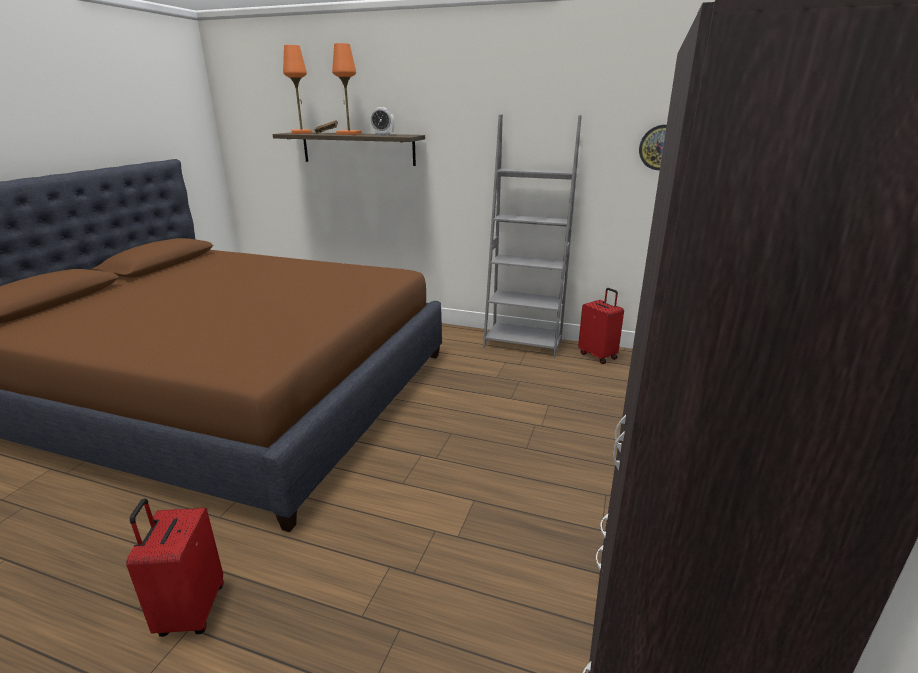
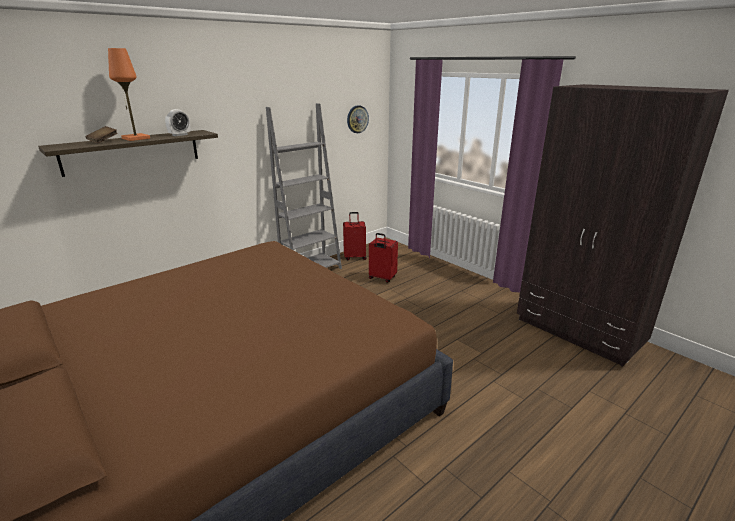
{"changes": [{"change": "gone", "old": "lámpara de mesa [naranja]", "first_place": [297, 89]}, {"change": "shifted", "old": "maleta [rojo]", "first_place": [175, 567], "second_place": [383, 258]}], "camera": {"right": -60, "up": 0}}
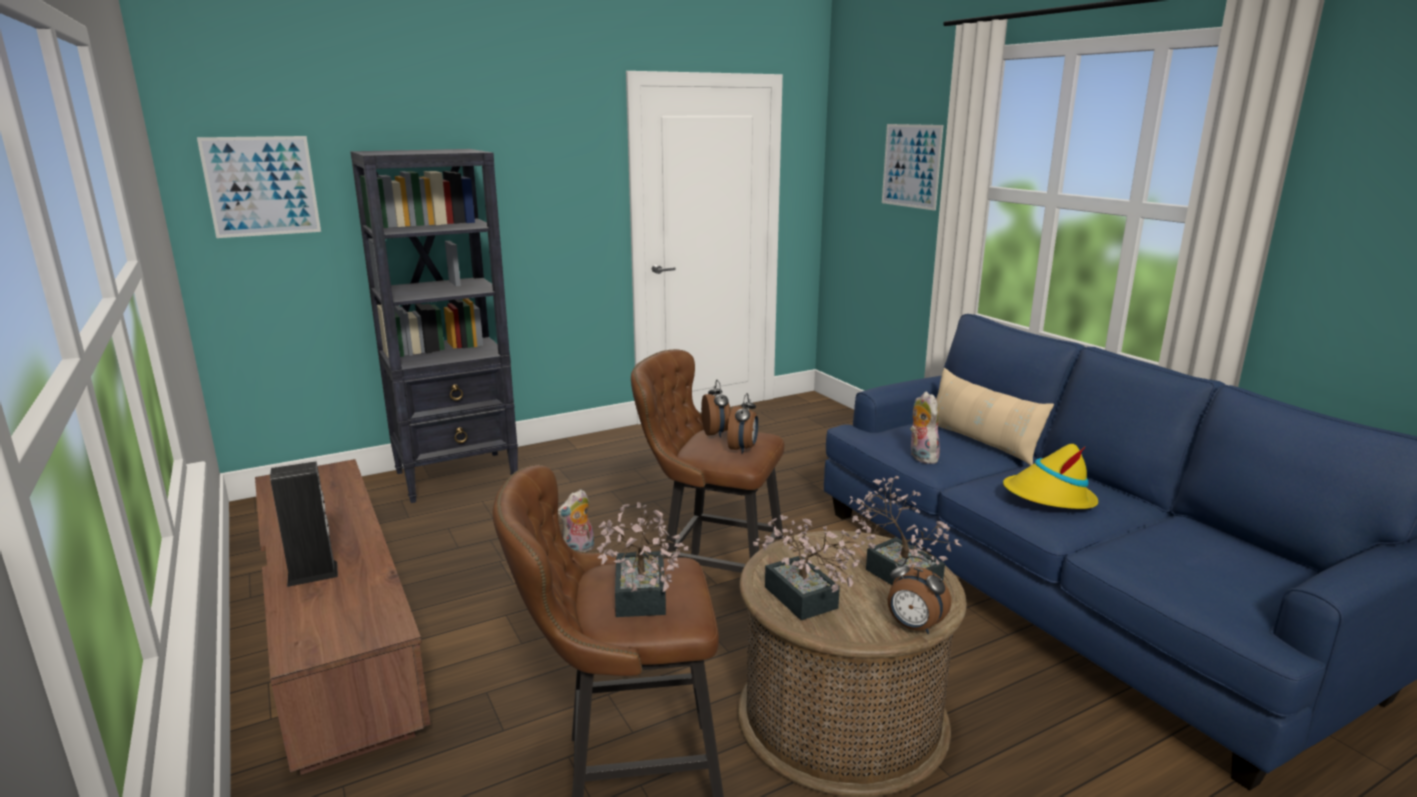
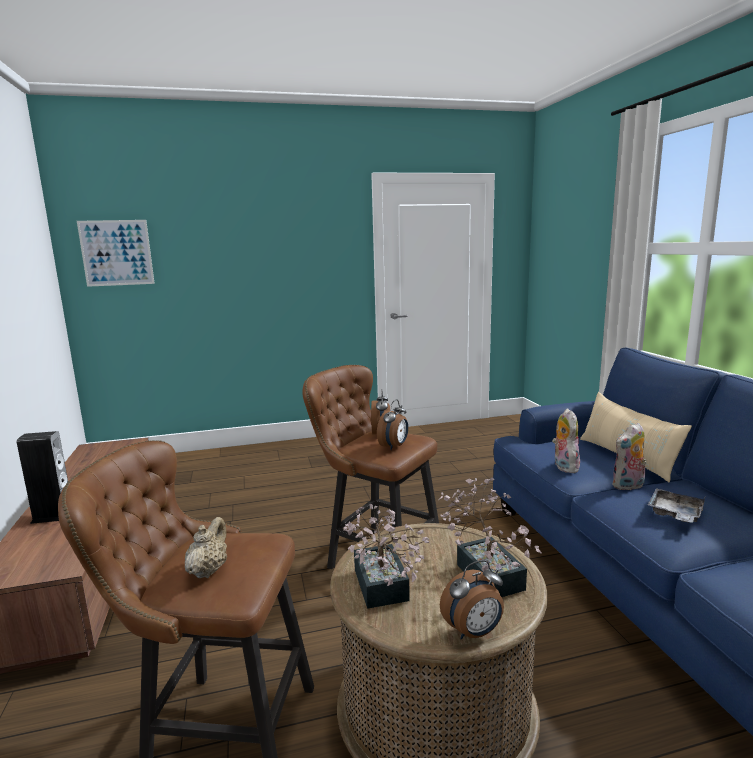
{"changes": [{"change": "gone", "old": "estantería [negro]", "first_place": [434, 326]}, {"change": "gone", "old": "cuadro", "first_place": [912, 167]}, {"change": "shifted", "old": "peluche", "first_place": [576, 520], "second_place": [629, 456]}, {"change": "swapped", "old": "planta en maceta", "new": "tetera [beis]", "first_place": [643, 559], "second_place": [206, 547]}, {"change": "swapped", "old": "sombrero [amarillo]", "new": "bandeja [gris]", "first_place": [1050, 476], "second_place": [676, 505]}, {"change": "rotated", "old": "despertador", "first_place": [919, 595], "second_place": [472, 600], "degrees": -75}], "camera": {"right": 15, "up": -5}}
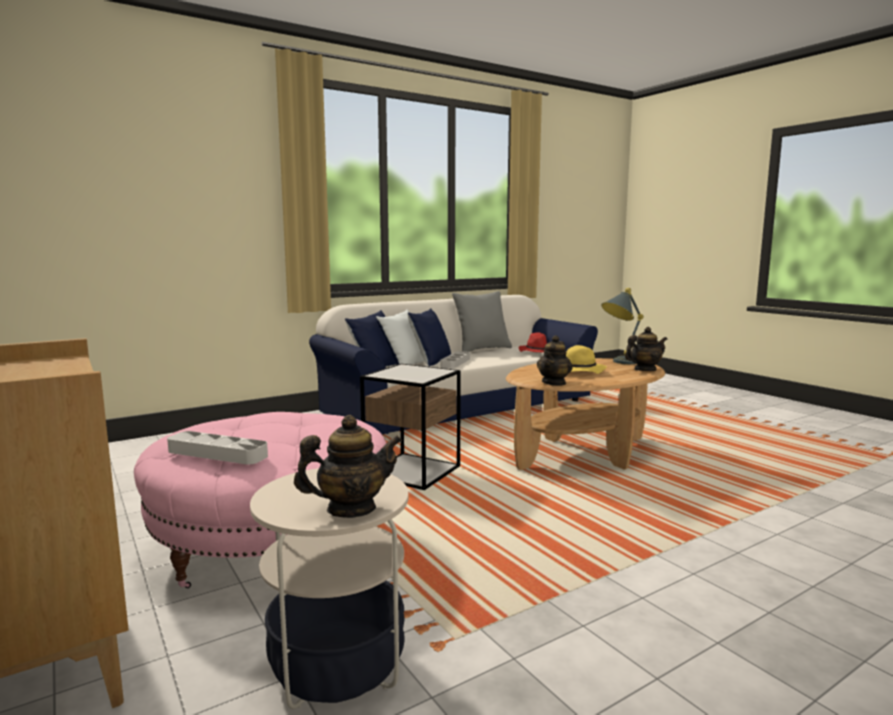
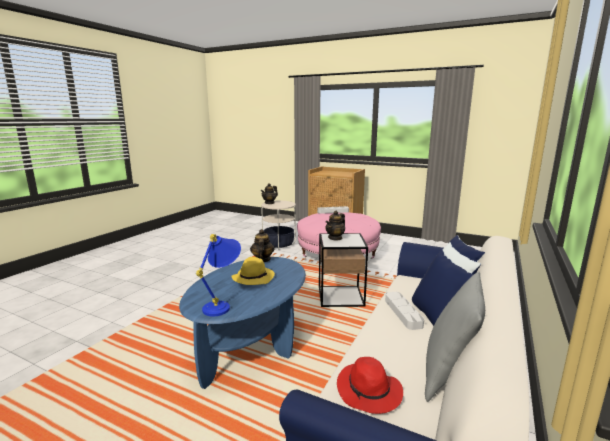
{"changes": [{"change": "shifted", "old": "tetera", "first_place": [646, 349], "second_place": [335, 226]}, {"change": "repainted", "old": "mesa de centro [marrón]", "new": "mesa de centro [azul]", "first_place": [585, 414], "second_place": [242, 323]}, {"change": "repainted", "old": "lámpara de mesa [gris]", "new": "lámpara de mesa [azul]", "first_place": [622, 326], "second_place": [218, 275]}], "camera": {"right": 150, "up": 5}}
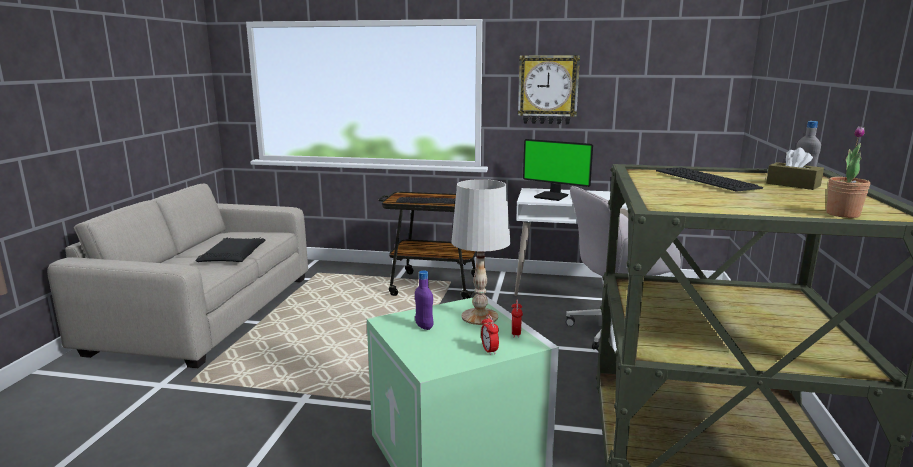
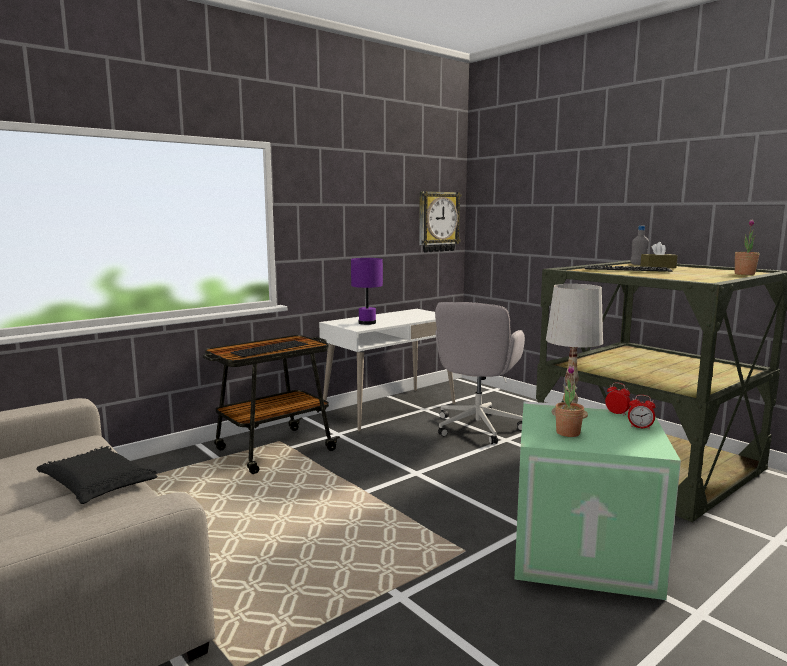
{"changes": [{"change": "shifted", "old": "reloj de pared", "first_place": [549, 89], "second_place": [440, 222]}, {"change": "swapped", "old": "botella [morado]", "new": "planta en maceta", "first_place": [424, 300], "second_place": [569, 401]}, {"change": "swapped", "old": "monitor", "new": "lámpara de mesa [morado]", "first_place": [558, 170], "second_place": [367, 291]}], "camera": {"right": -50, "up": -5}}
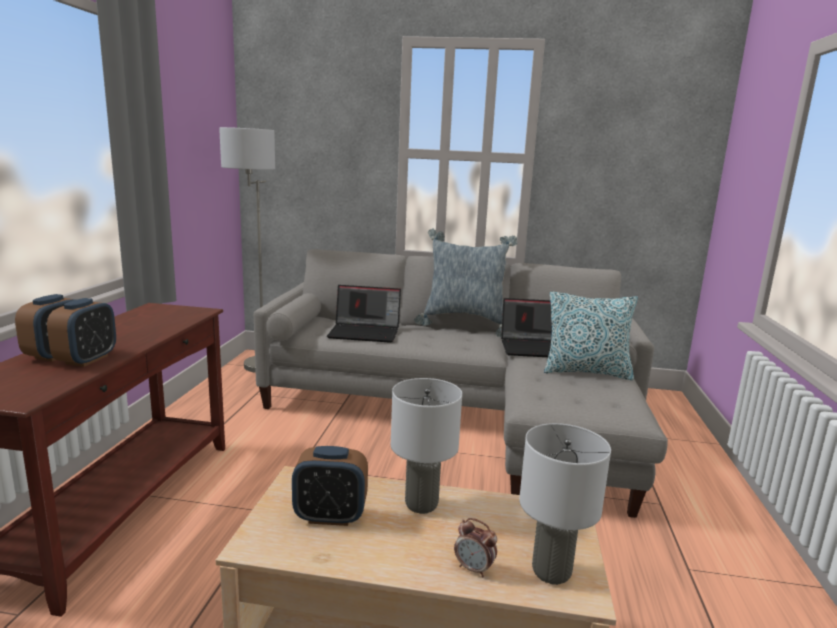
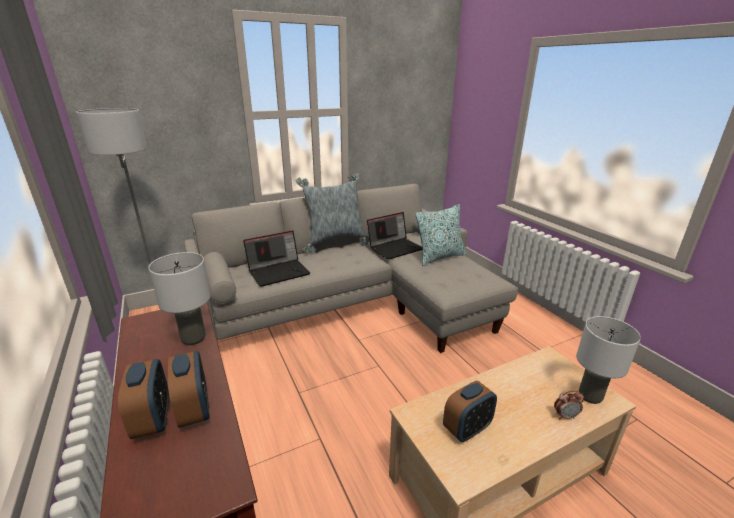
{"changes": [{"change": "shifted", "old": "lámpara de mesa [blanco]", "first_place": [426, 446], "second_place": [180, 298]}], "camera": {"right": -35, "up": 10}}
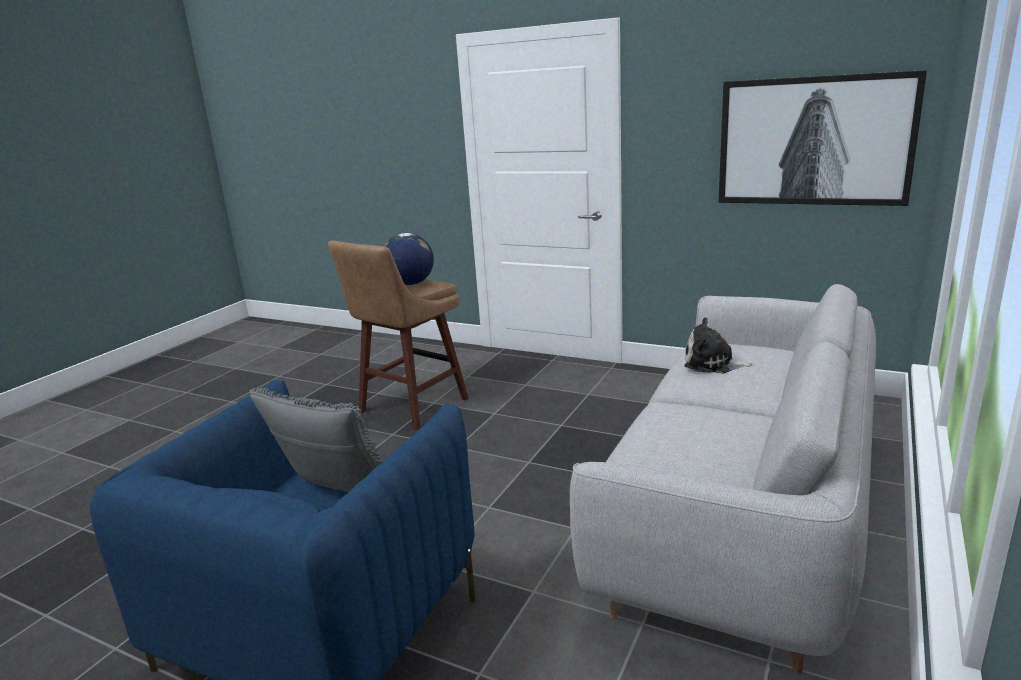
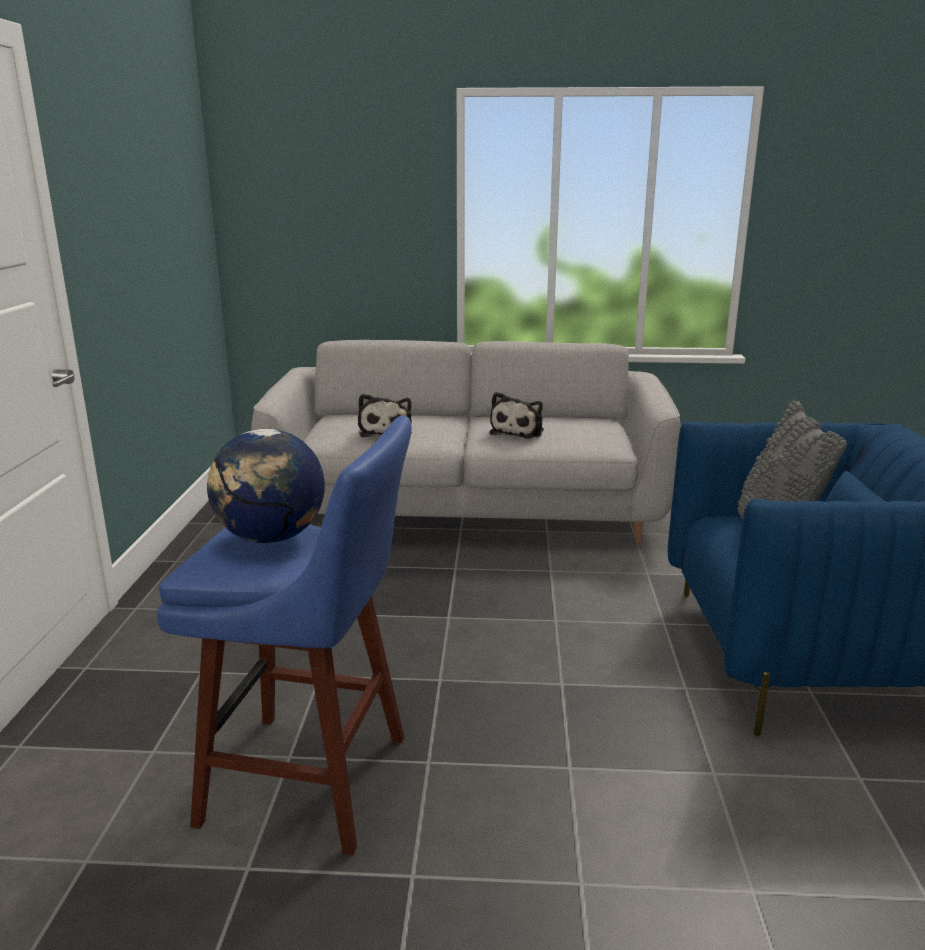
{"changes": [{"change": "gone", "old": "cuadro", "first_place": [822, 138]}, {"change": "new", "new": "peluche", "second_place": [516, 415]}, {"change": "repainted", "old": "taburete [marrón]", "new": "taburete [azul]", "first_place": [398, 335], "second_place": [284, 635]}], "camera": {"right": -115, "up": 0}}
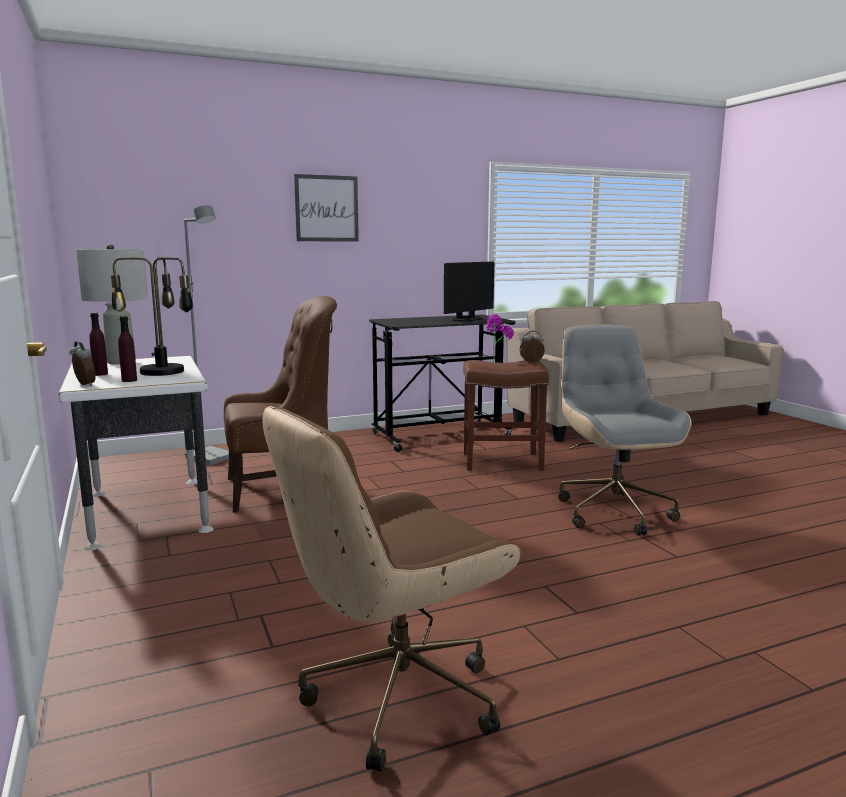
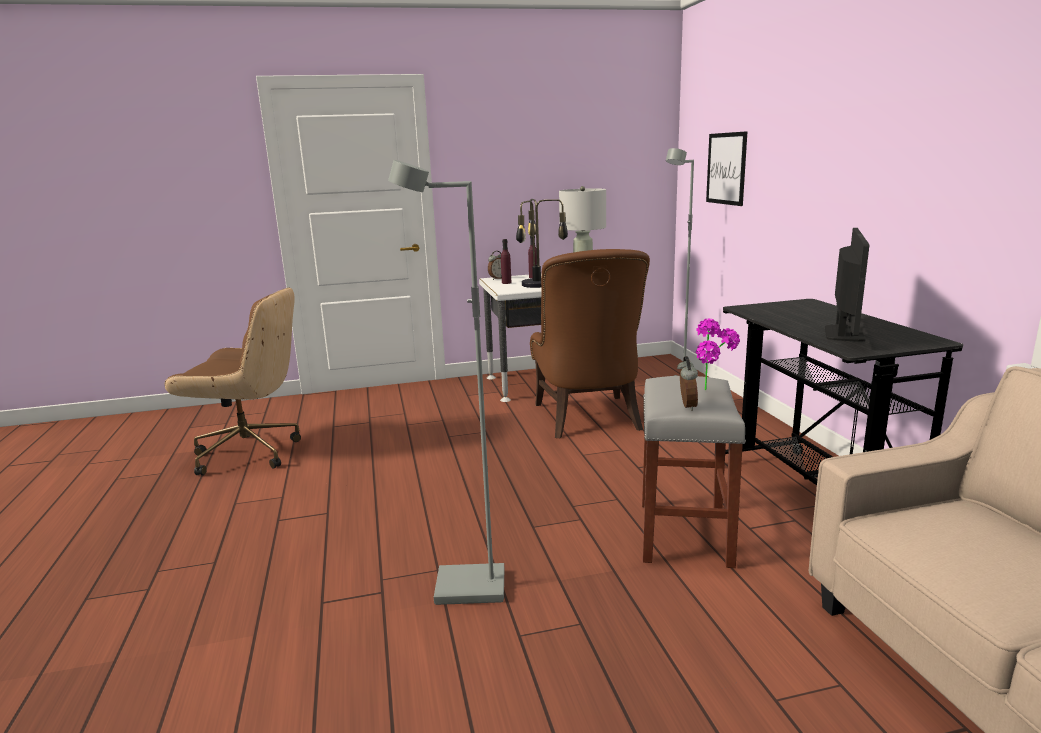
{"changes": [{"change": "shifted", "old": "cuadro", "first_place": [326, 207], "second_place": [727, 168]}, {"change": "swapped", "old": "silla de oficina [gris]", "new": "lámpara de pie [gris]", "first_place": [624, 430], "second_place": [446, 382]}, {"change": "repainted", "old": "taburete [marrón]", "new": "taburete [gris]", "first_place": [506, 415], "second_place": [694, 472]}, {"change": "rotated", "old": "silla de oficina [marrón]", "first_place": [391, 588], "second_place": [233, 381], "degrees": 120}, {"change": "rotated", "old": "monitor", "first_place": [469, 292], "second_place": [847, 285], "degrees": -120}], "camera": {"right": 100, "up": 5}}
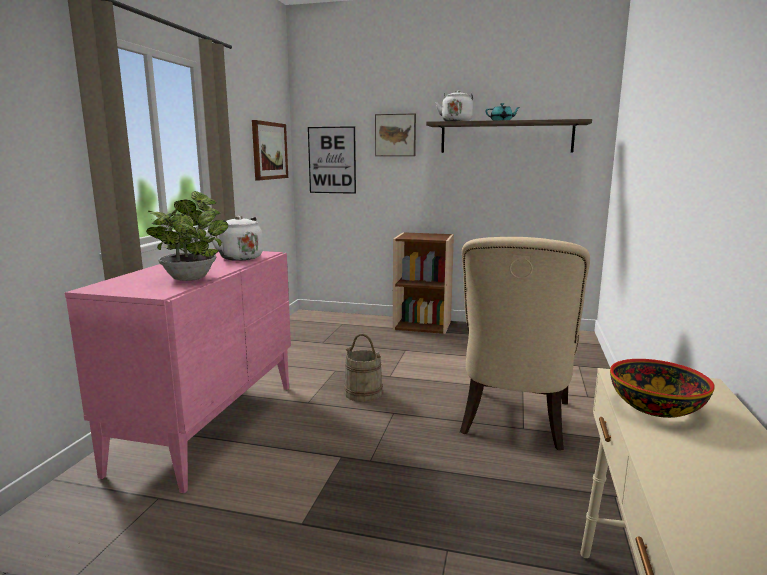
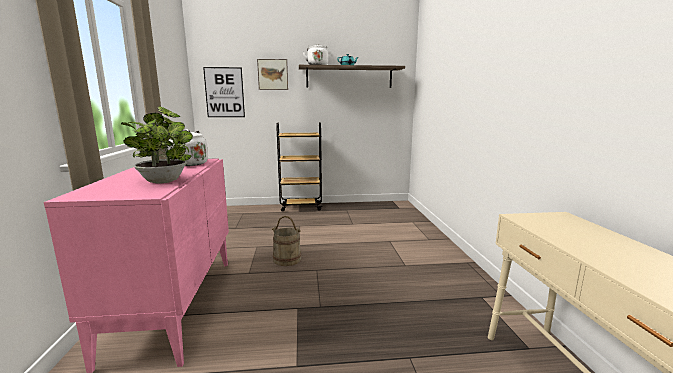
{"changes": [{"change": "gone", "old": "cuadro", "first_place": [270, 150]}, {"change": "gone", "old": "silla [beis]", "first_place": [525, 343]}, {"change": "gone", "old": "cuenco", "first_place": [662, 388]}, {"change": "swapped", "old": "estantería [marrón]", "new": "carrito [marrón]", "first_place": [423, 283], "second_place": [299, 167]}], "camera": {"right": -20, "up": 0}}
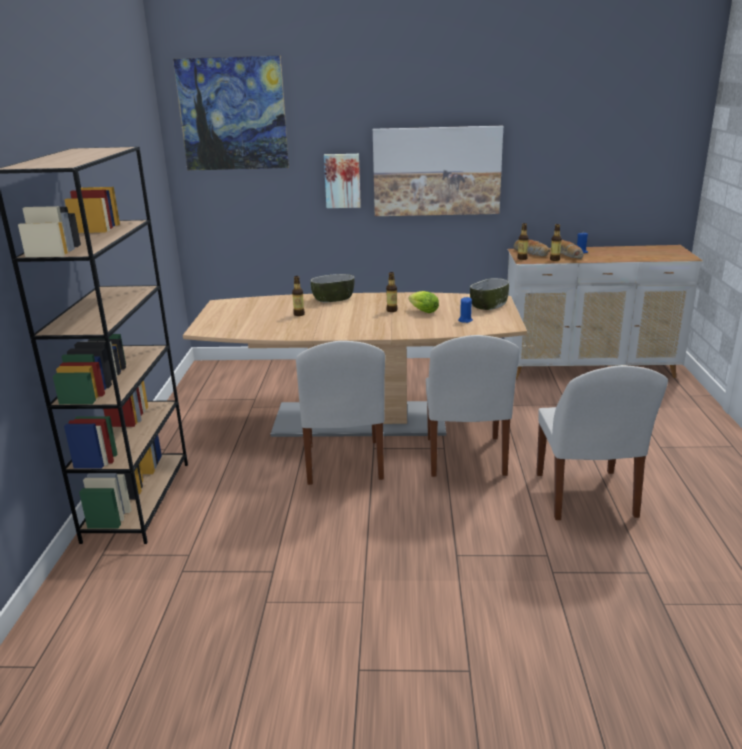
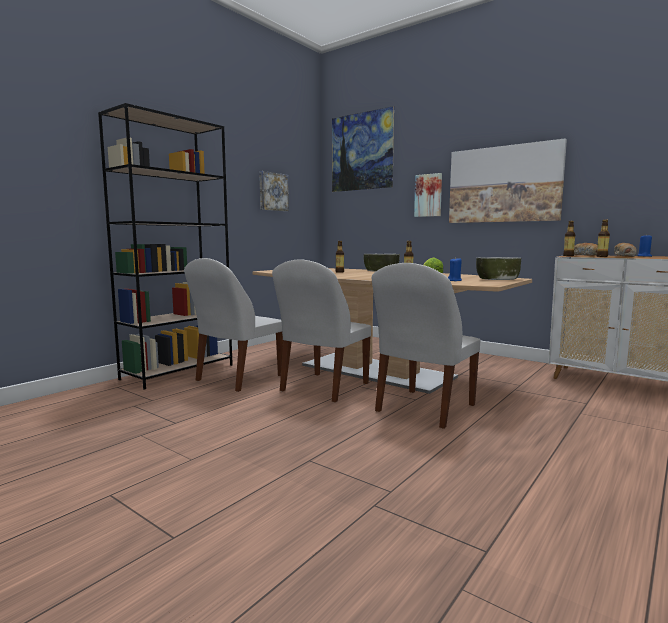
{"changes": [{"change": "new", "new": "cuadro", "second_place": [274, 191]}, {"change": "shifted", "old": "silla [blanco]", "first_place": [602, 442], "second_place": [233, 325]}], "camera": {"right": 35, "up": -15}}
